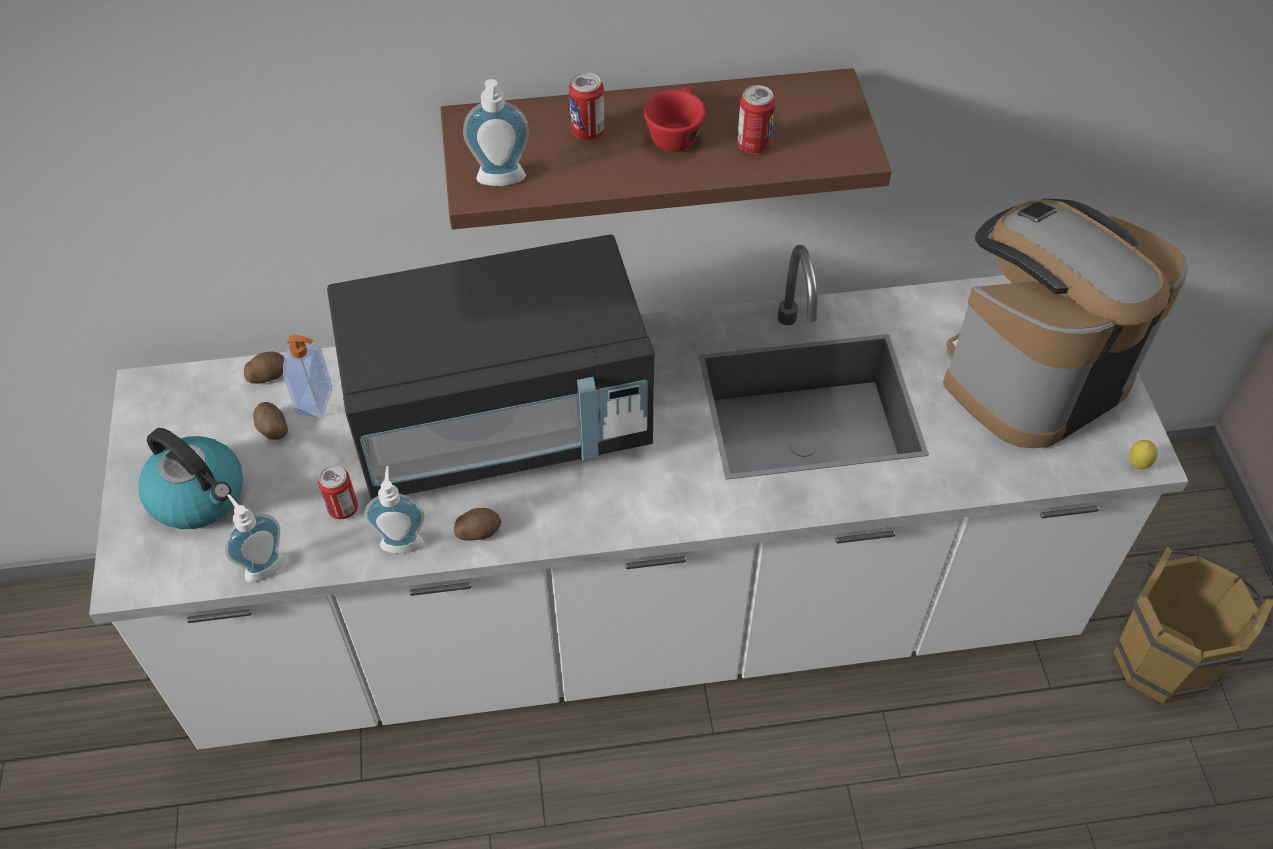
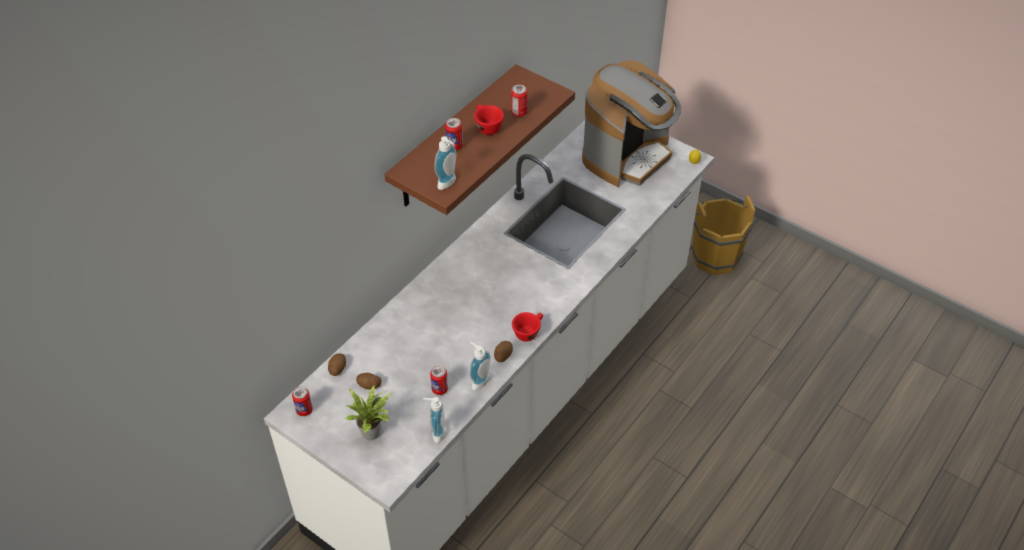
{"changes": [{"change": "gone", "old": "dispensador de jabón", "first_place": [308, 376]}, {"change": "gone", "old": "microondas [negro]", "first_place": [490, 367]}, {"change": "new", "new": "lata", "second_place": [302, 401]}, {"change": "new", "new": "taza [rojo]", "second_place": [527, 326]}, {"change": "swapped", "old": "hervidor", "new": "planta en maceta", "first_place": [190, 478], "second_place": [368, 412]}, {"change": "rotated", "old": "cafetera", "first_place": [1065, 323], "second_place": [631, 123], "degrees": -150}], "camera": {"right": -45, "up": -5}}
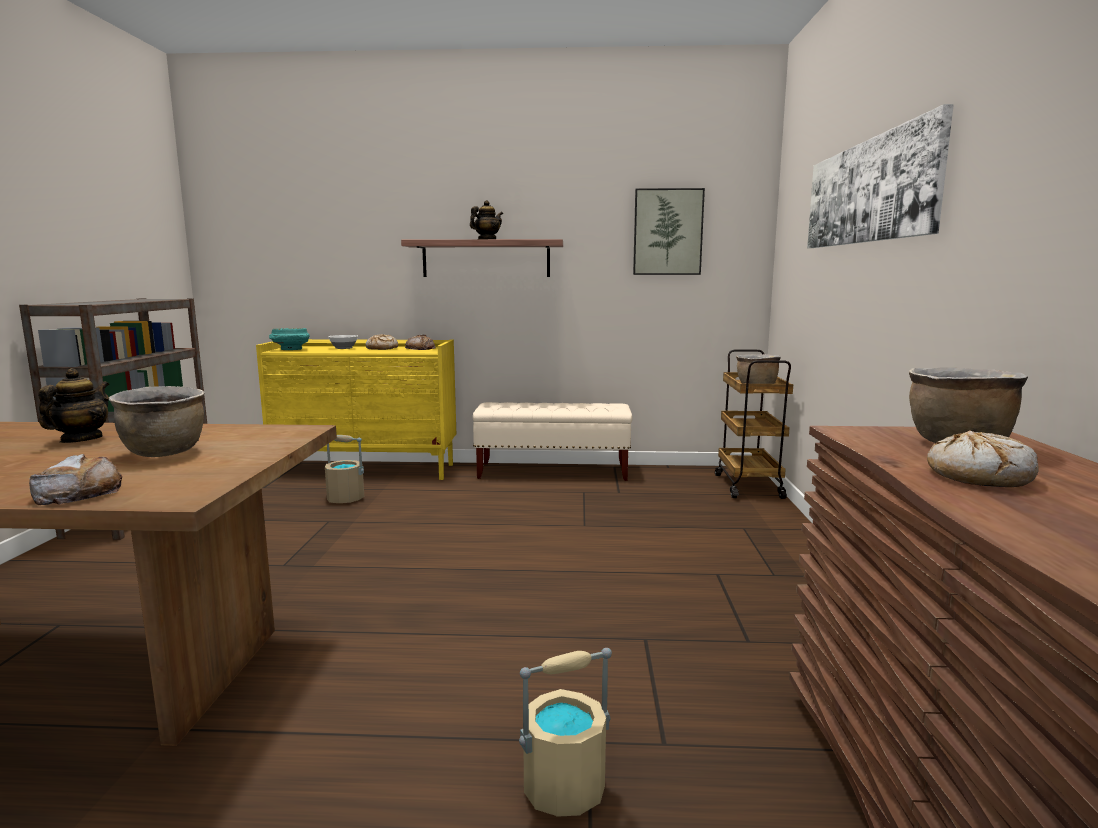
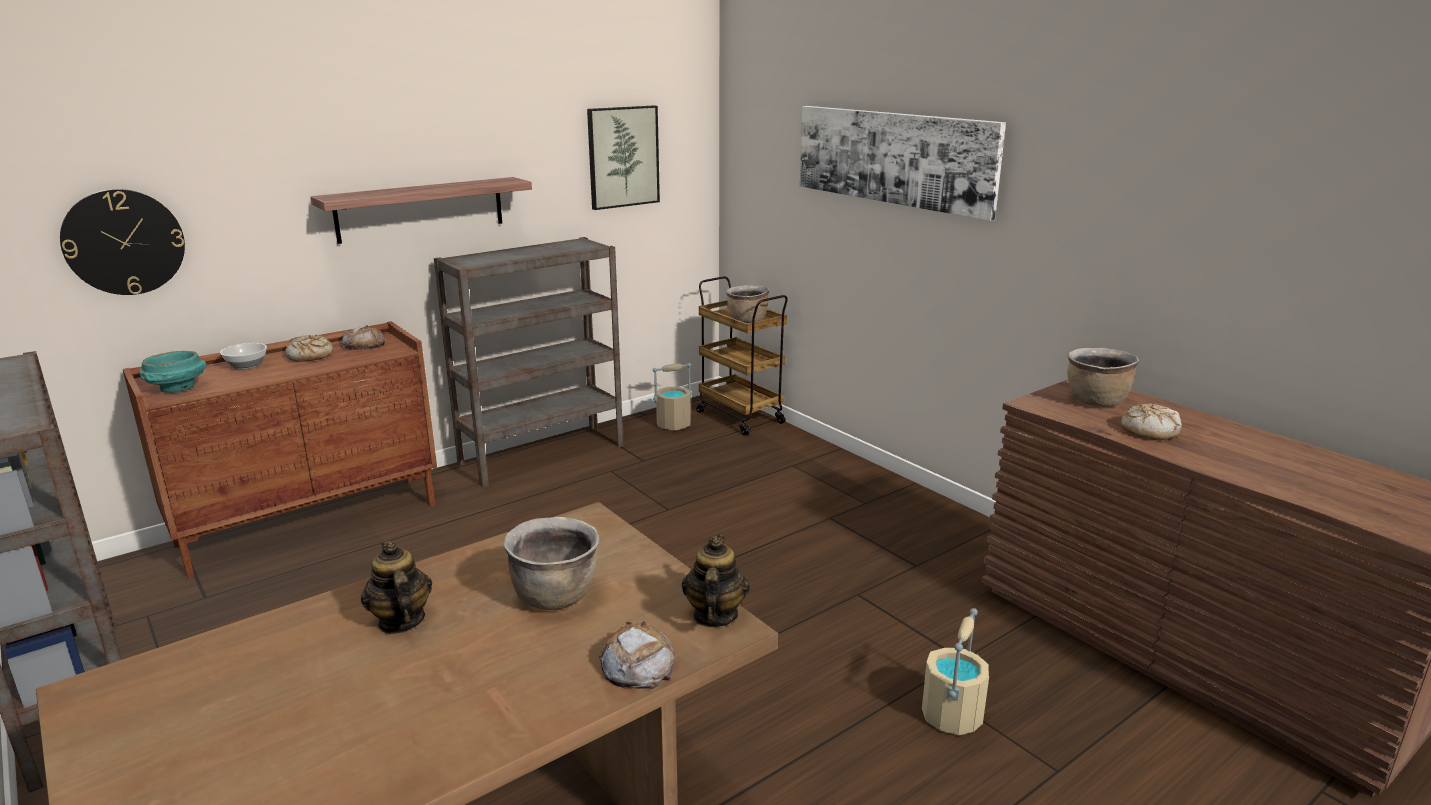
{"changes": [{"change": "new", "new": "reloj de pared", "second_place": [122, 242]}, {"change": "shifted", "old": "cubo [beis]", "first_place": [344, 469], "second_place": [672, 397]}, {"change": "shifted", "old": "tetera", "first_place": [486, 219], "second_place": [716, 581]}, {"change": "swapped", "old": "banco [beis]", "new": "estantería [gris]", "first_place": [552, 441], "second_place": [528, 362]}, {"change": "repainted", "old": "armario [amarillo]", "new": "armario [marrón]", "first_place": [356, 409], "second_place": [280, 449]}], "camera": {"right": -40, "up": 10}}
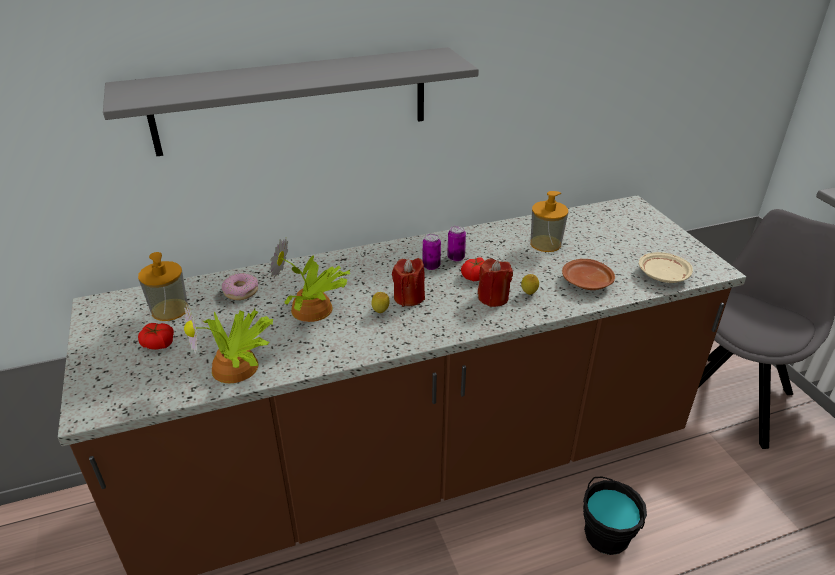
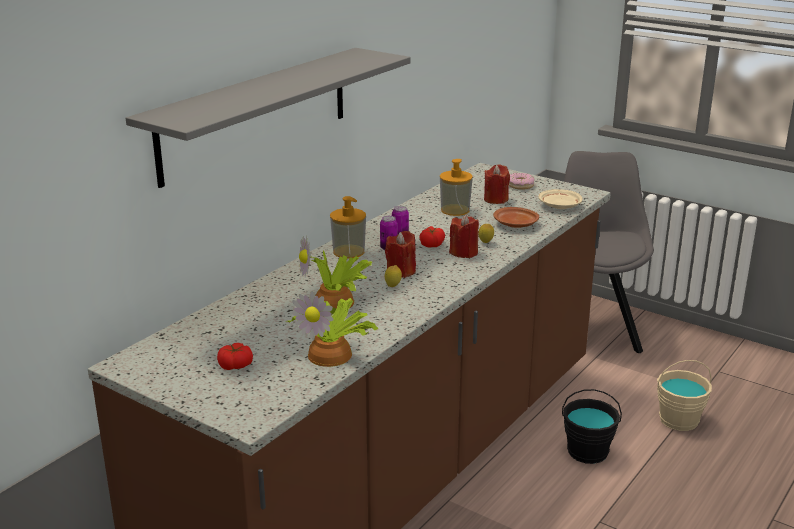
{"changes": [{"change": "new", "new": "vela [rojo]", "second_place": [497, 184]}, {"change": "new", "new": "cubo [beis]", "second_place": [684, 395]}, {"change": "shifted", "old": "dispensador de jabón", "first_place": [163, 286], "second_place": [348, 227]}, {"change": "shifted", "old": "rosquilla", "first_place": [240, 286], "second_place": [521, 181]}], "camera": {"right": -35, "up": -10}}
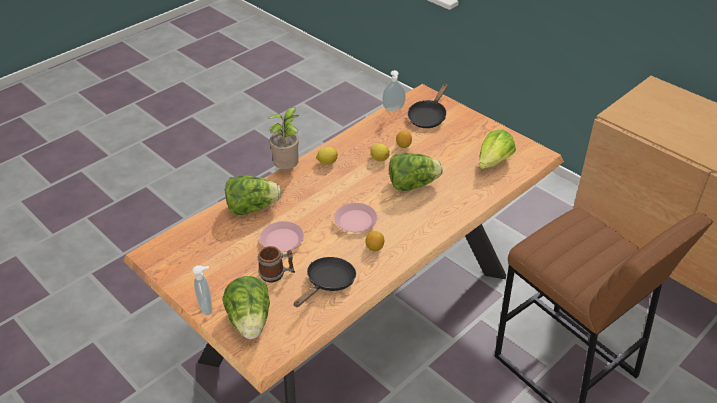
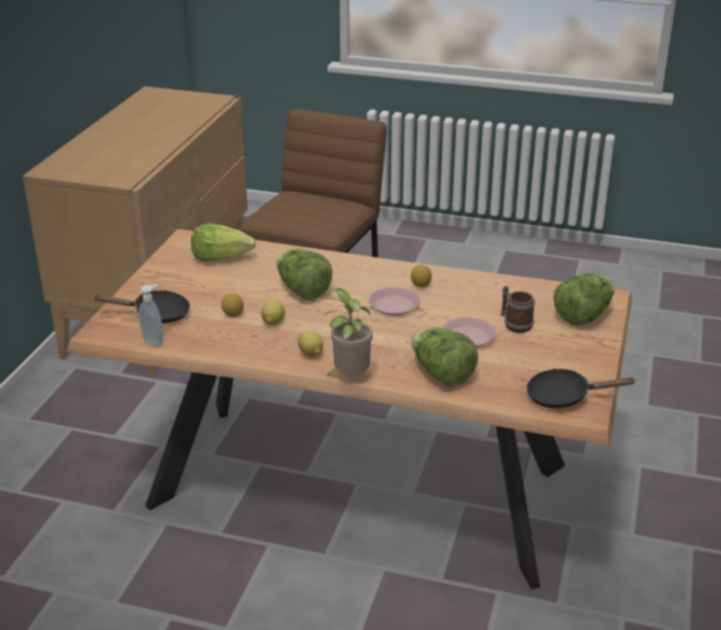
{"changes": [{"change": "gone", "old": "dispensador de jabón", "first_place": [202, 290]}, {"change": "shifted", "old": "sartén [negro]", "first_place": [325, 282], "second_place": [580, 388]}], "camera": {"right": -120, "up": -10}}
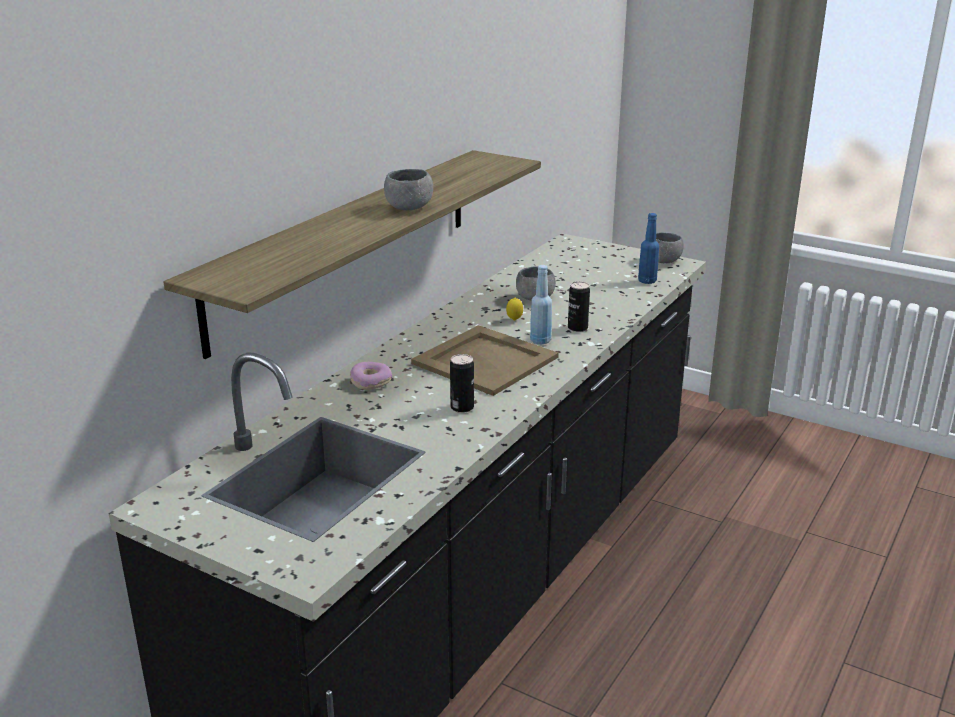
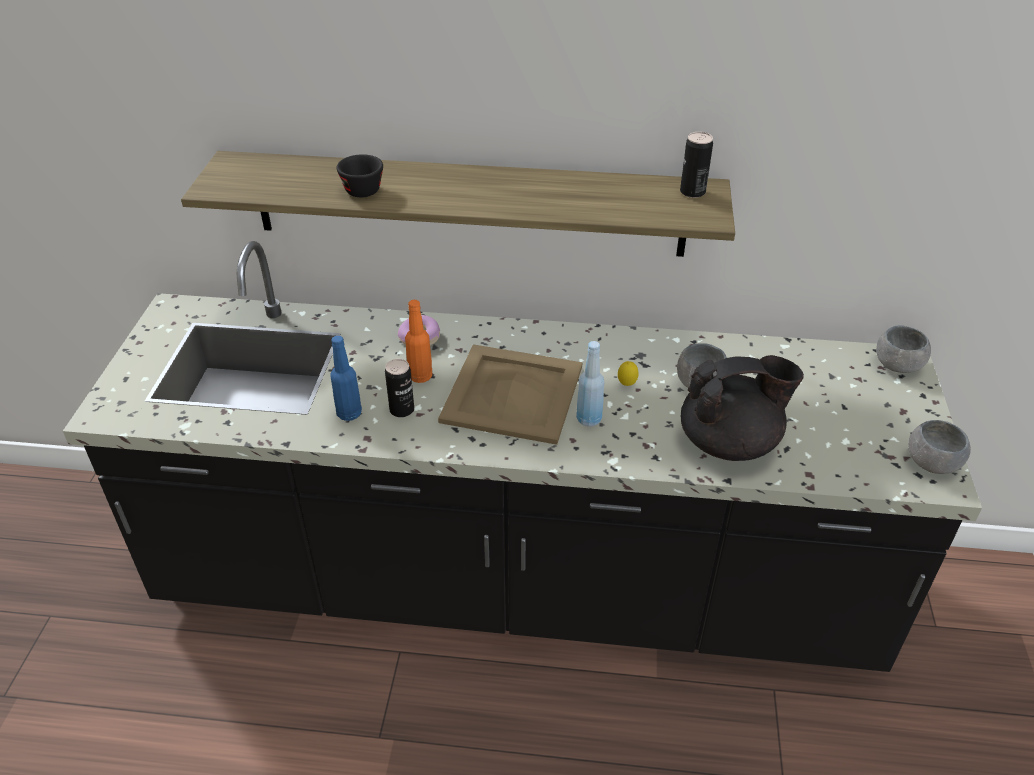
{"changes": [{"change": "new", "new": "taza [negro]", "second_place": [360, 175]}, {"change": "new", "new": "botella [naranja]", "second_place": [419, 341]}, {"change": "new", "new": "tetera [negro]", "second_place": [742, 408]}, {"change": "shifted", "old": "cuenco [gris]", "first_place": [408, 189], "second_place": [903, 349]}, {"change": "shifted", "old": "lata", "first_place": [579, 306], "second_place": [696, 165]}, {"change": "shifted", "old": "botella [azul]", "first_place": [648, 248], "second_place": [346, 378]}], "camera": {"right": 65, "up": 15}}
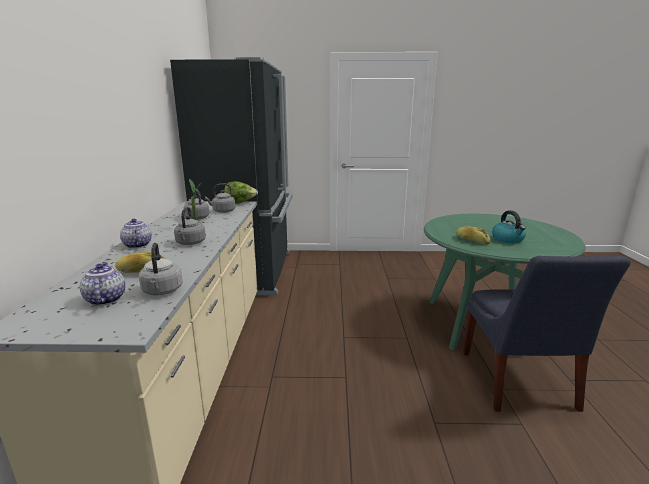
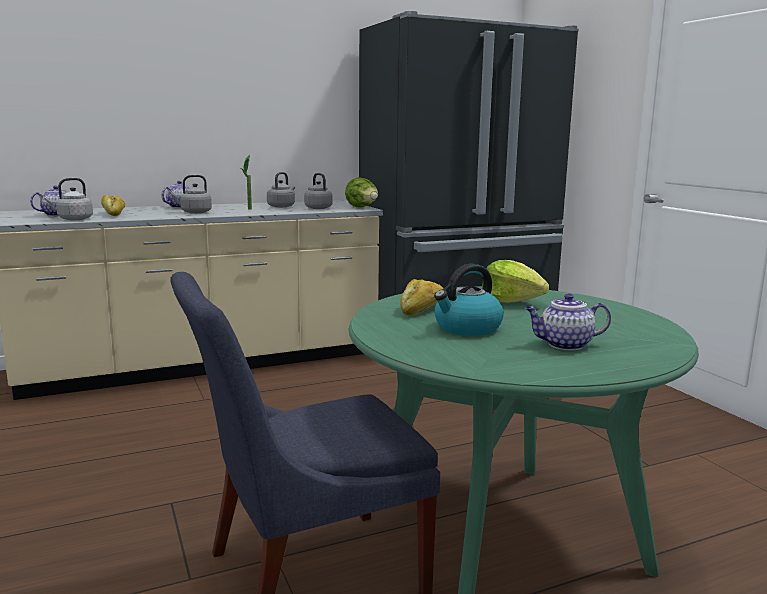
{"changes": [{"change": "new", "new": "lechuga", "second_place": [515, 281]}, {"change": "new", "new": "tetera", "second_place": [568, 322]}], "camera": {"right": 65, "up": -5}}
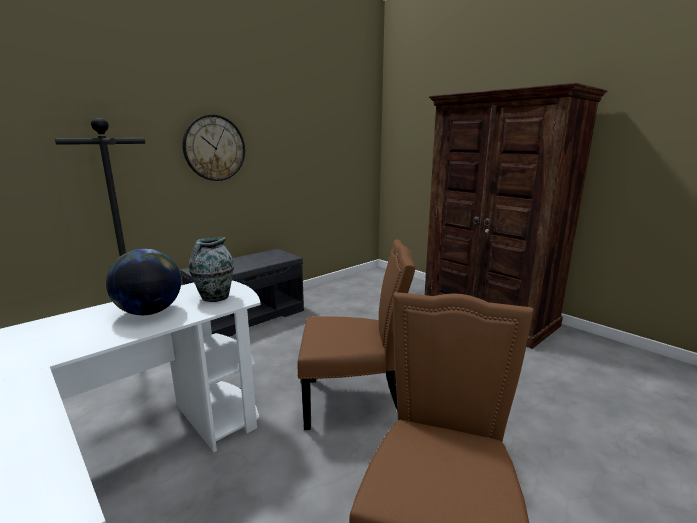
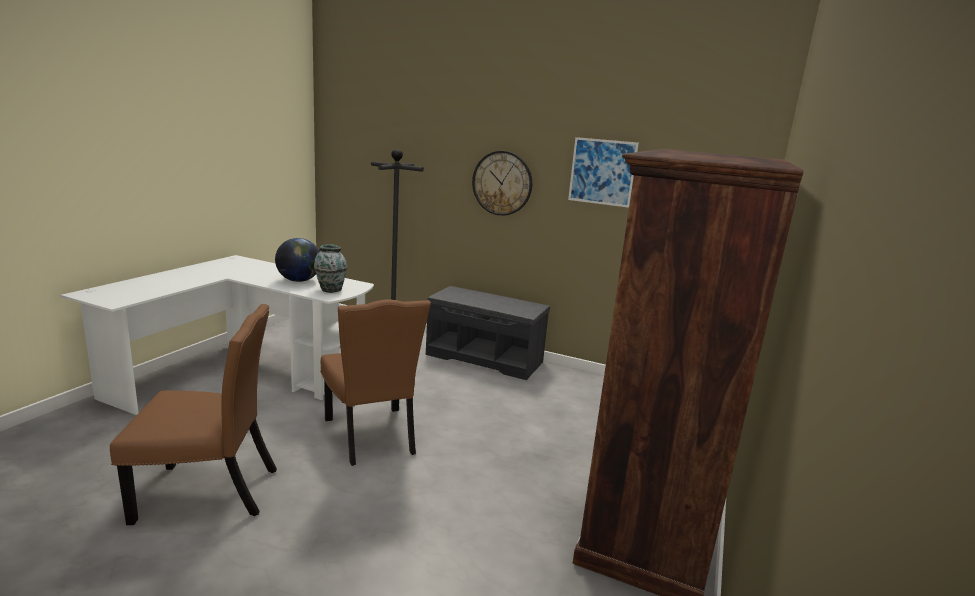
{"changes": [{"change": "new", "new": "cuadro", "second_place": [603, 172]}], "camera": {"right": 65, "up": 0}}
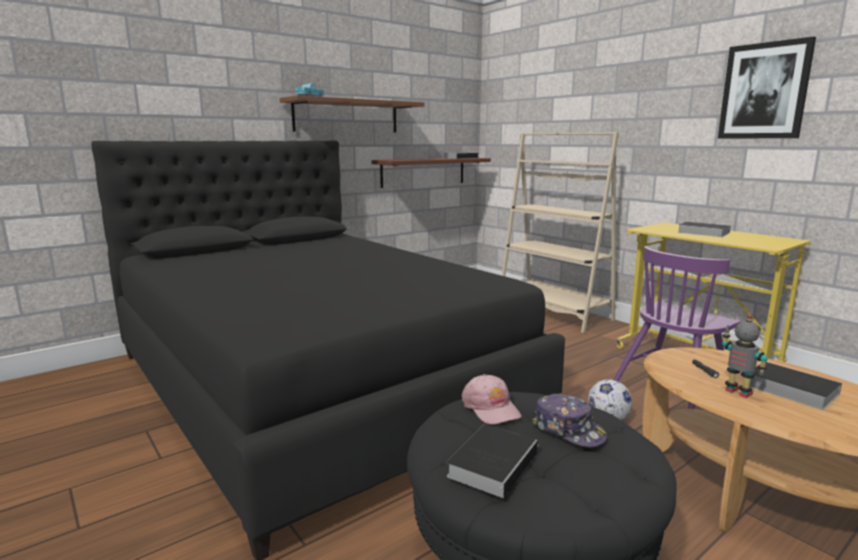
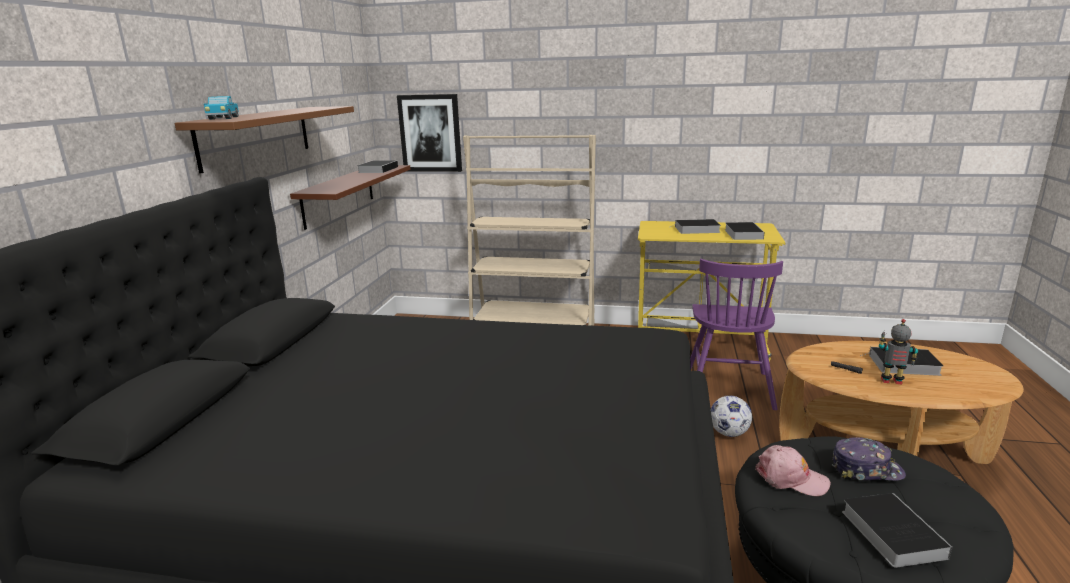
{"changes": [{"change": "new", "new": "libro", "second_place": [744, 231]}, {"change": "shifted", "old": "cuadro", "first_place": [767, 87], "second_place": [429, 133]}], "camera": {"right": -40, "up": 5}}
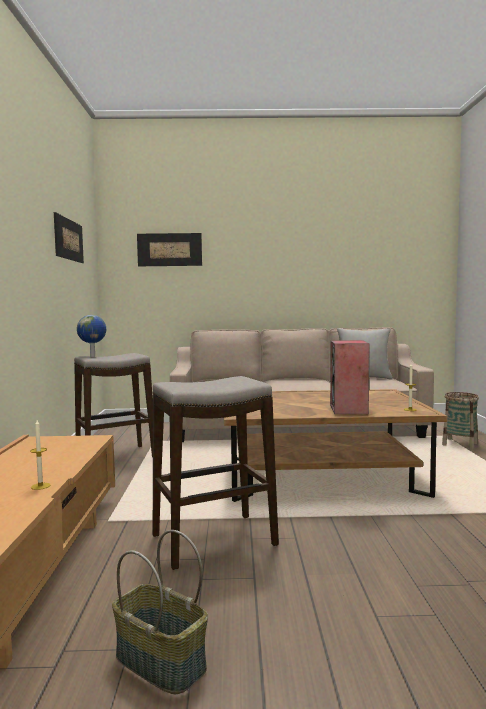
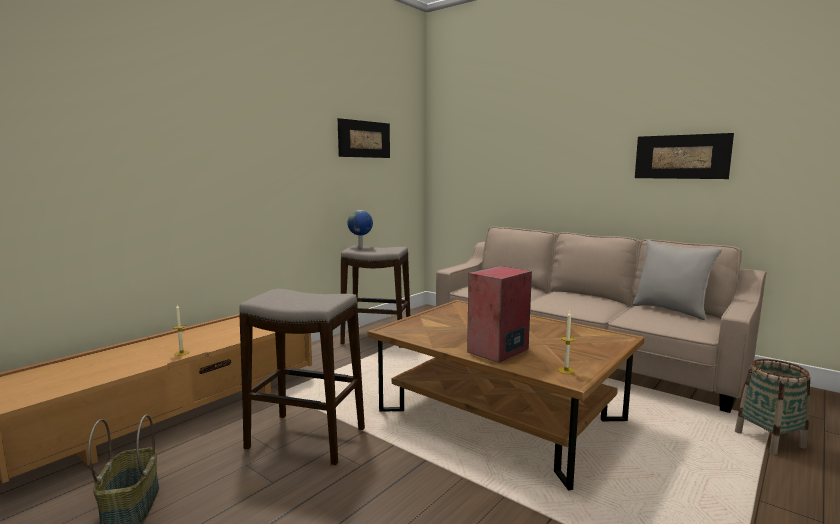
{"changes": [{"change": "shifted", "old": "cuadro", "first_place": [169, 249], "second_place": [684, 156]}], "camera": {"right": 40, "up": 5}}
